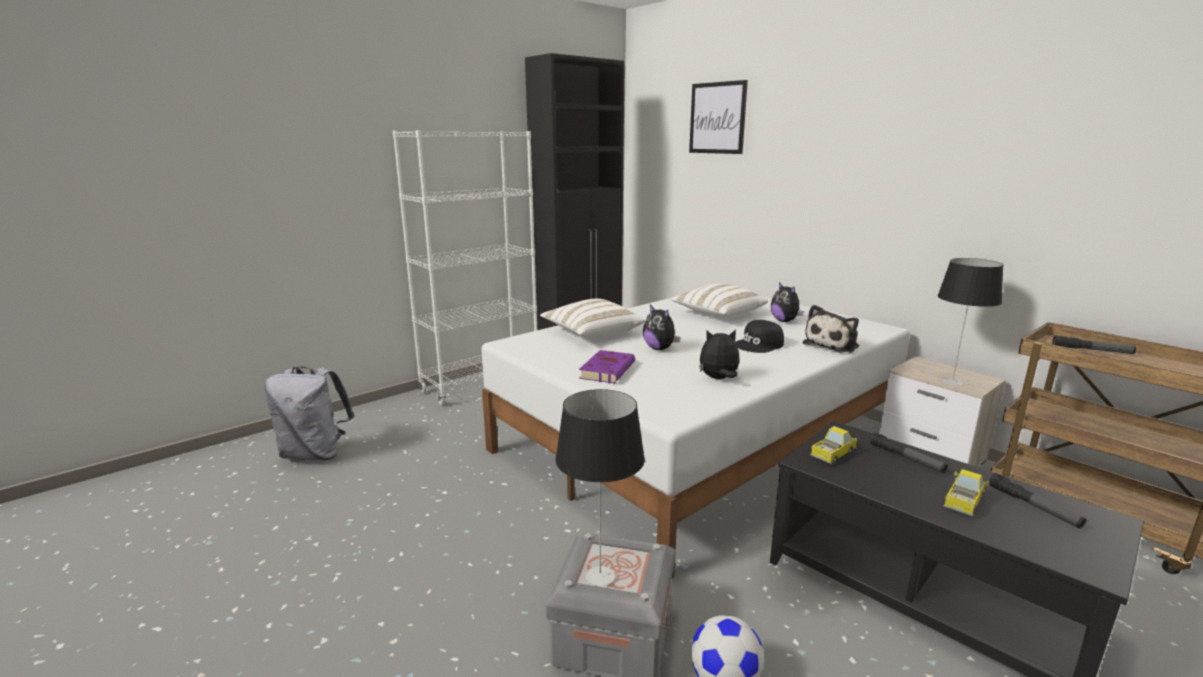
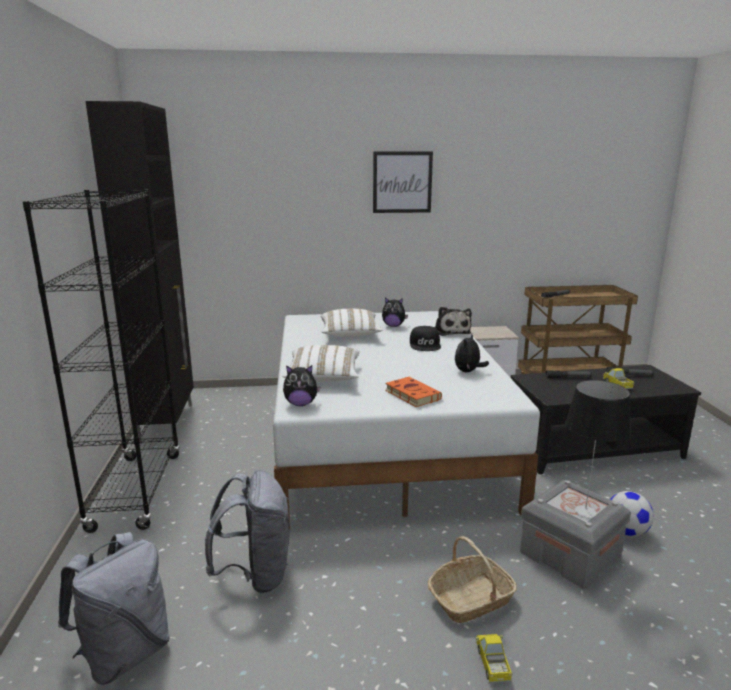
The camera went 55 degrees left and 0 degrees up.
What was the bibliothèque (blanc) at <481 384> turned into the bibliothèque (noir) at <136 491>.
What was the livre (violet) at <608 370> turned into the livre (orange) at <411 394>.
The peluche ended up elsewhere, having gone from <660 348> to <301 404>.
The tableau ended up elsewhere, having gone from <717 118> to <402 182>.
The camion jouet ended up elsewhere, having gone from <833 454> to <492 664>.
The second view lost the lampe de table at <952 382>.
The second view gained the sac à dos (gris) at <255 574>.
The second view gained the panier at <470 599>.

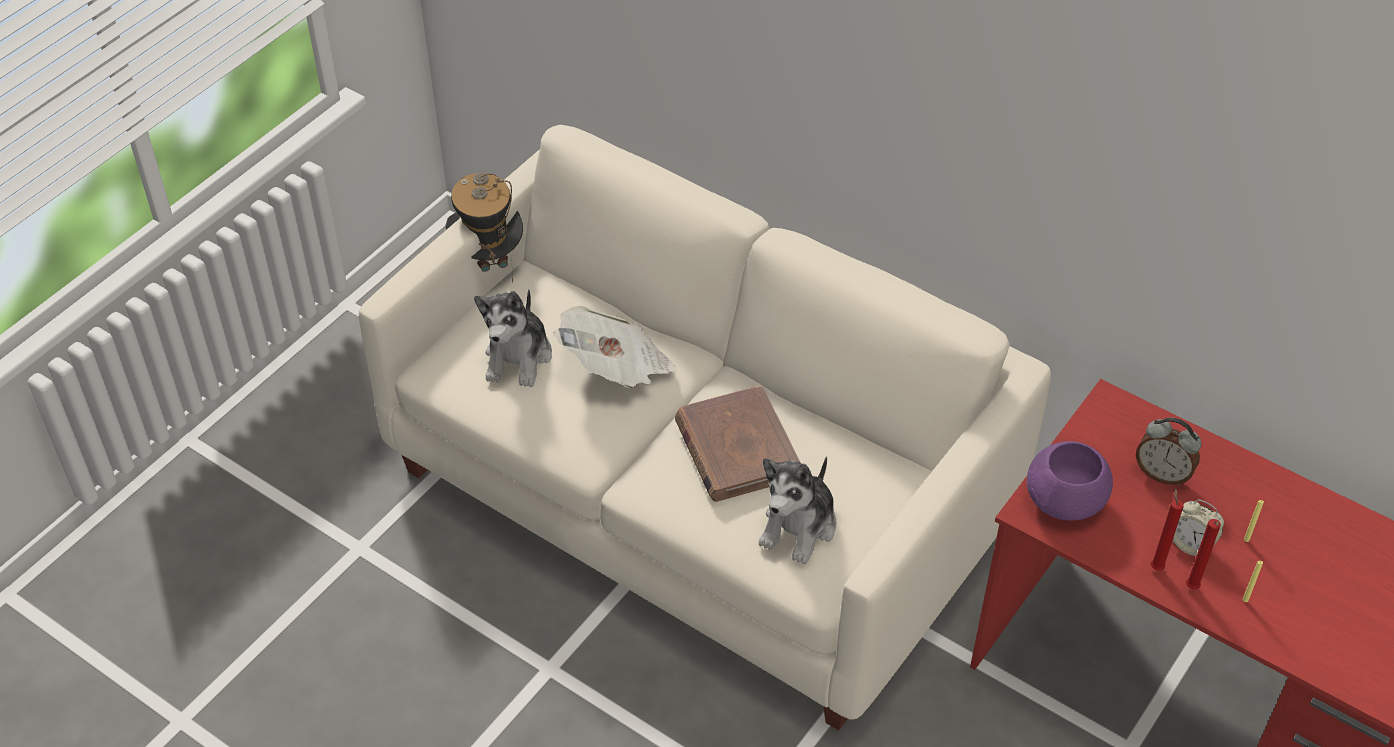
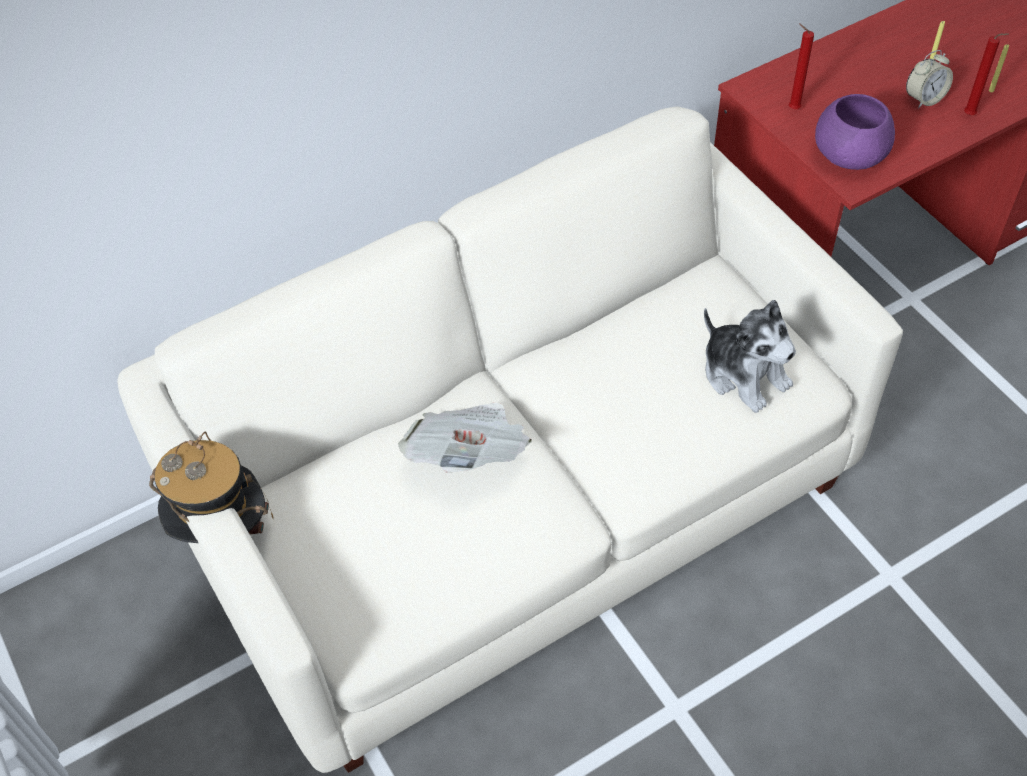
The camera went 65 degrees left and 5 degrees up.
The second view lost the peluche at <518 357>.
The second view lost the livre (marron) at <736 448>.
The second view lost the réveil at <1162 473>.
The bougie (rouge) ended up elsewhere, having gone from <1156 566> to <792 108>.

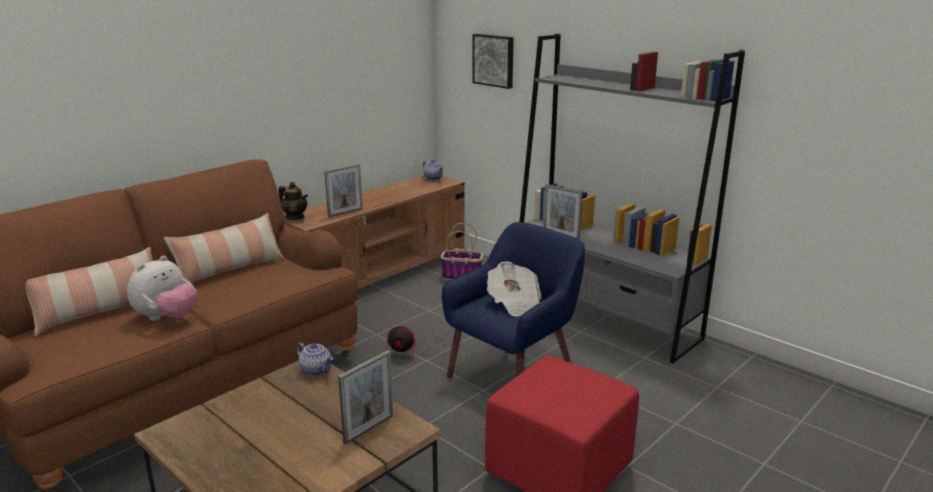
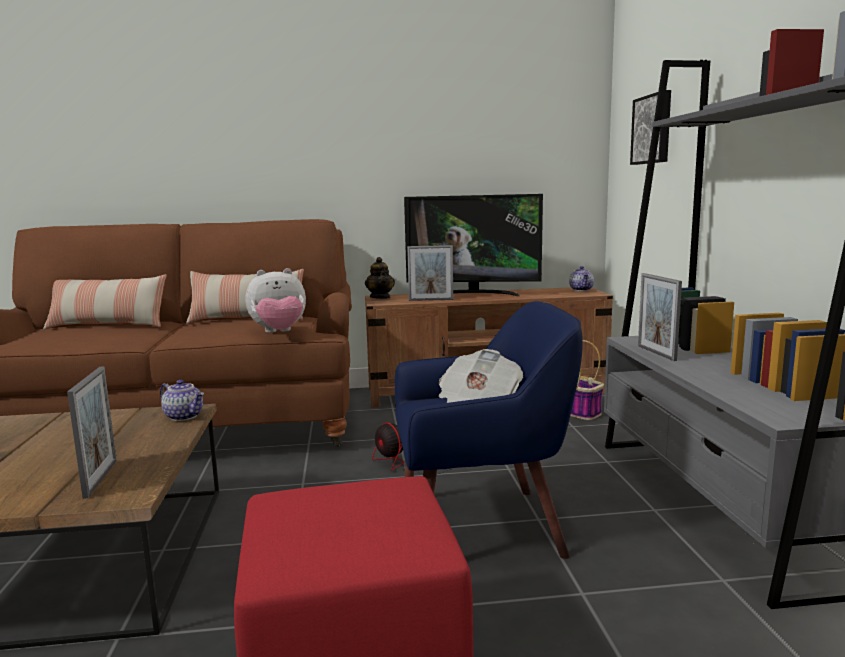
The camera went 40 degrees right and 10 degrees down.
The peluche ended up elsewhere, having gone from <167 318> to <279 332>.
The théière at <316 370> ended up facing another way, 45 degrees counterclockwise from before.
The cadre photo at <368 429> ended up facing another way, 90 degrees counterclockwise from before.
The second view gained the téléviseur at <473 294>.

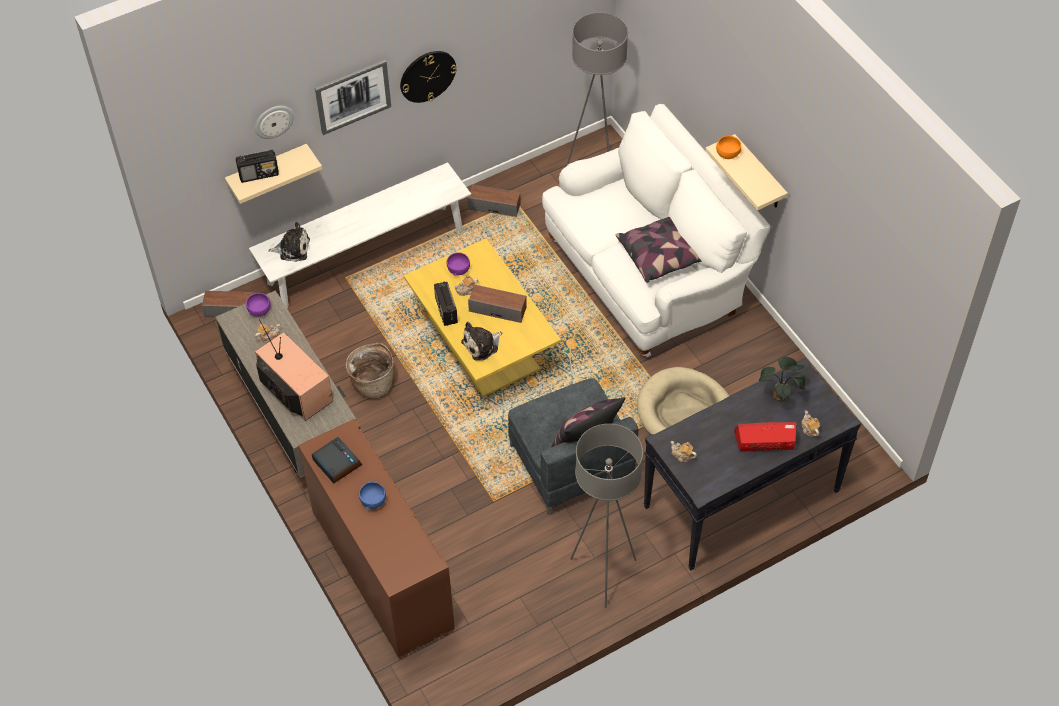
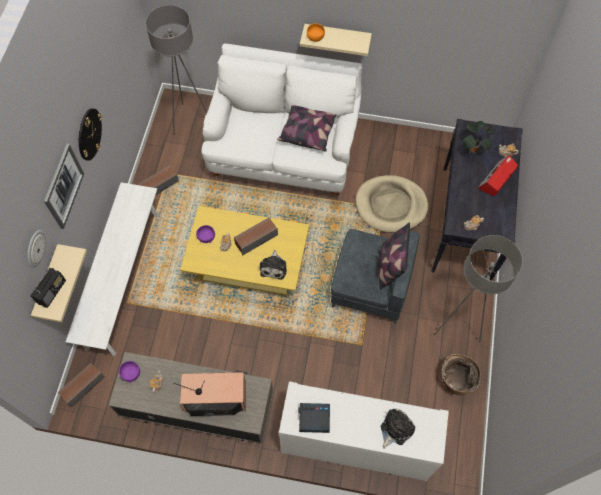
The camera went 50 degrees left and 10 degrees up.
The peluche ended up elsewhere, having gone from <292 248> to <395 429>.
What was the meuble de rangement (marron) at <382 570> turned into the meuble de rangement (blanc) at <356 443>.
The panier ended up elsewhere, having gone from <372 382> to <455 380>.
The second view lost the bol (bleu) at <373 500>.
The second view lost the radio at <446 311>.

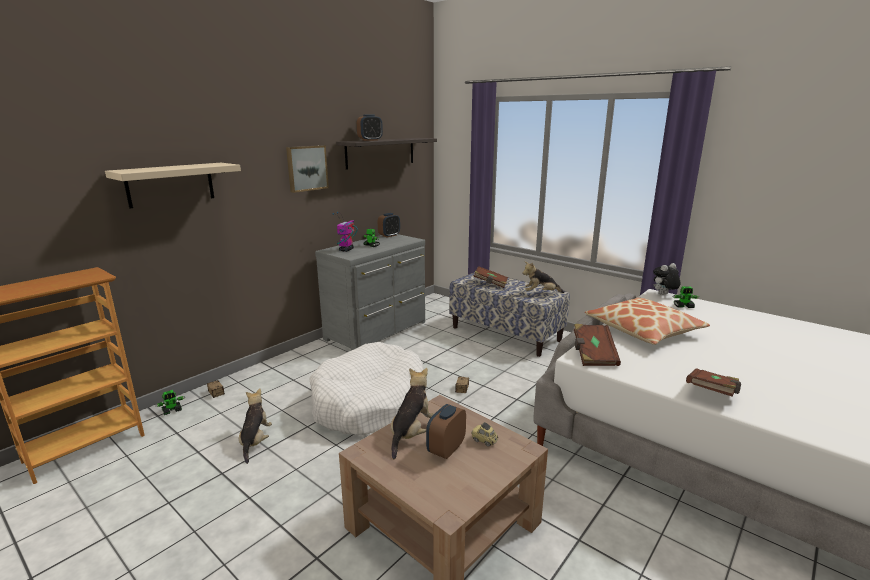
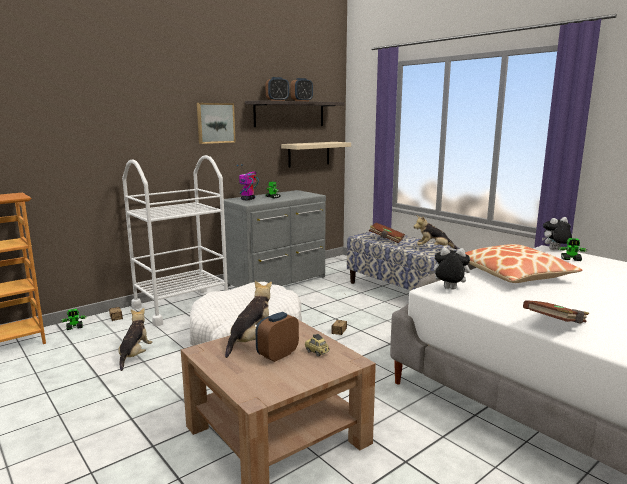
The camera went 10 degrees right and 5 degrees down.
The étagère (beige) ended up elsewhere, having gone from <170 184> to <309 154>.
The réveil ended up elsewhere, having gone from <389 235> to <302 101>.
Where the livre (marron) stood at <593 355>, the peluche came to stand at <448 289>.
The second view gained the chariot (blanc) at <181 306>.

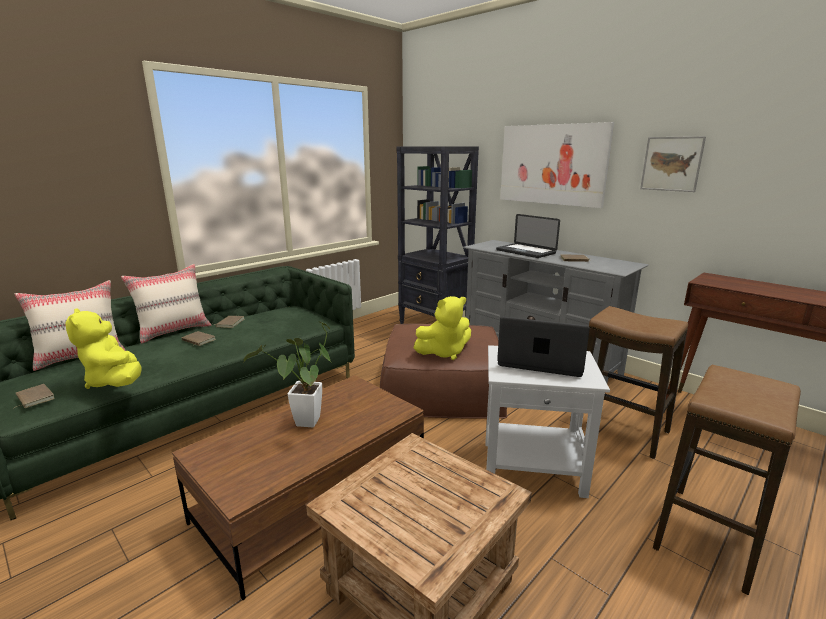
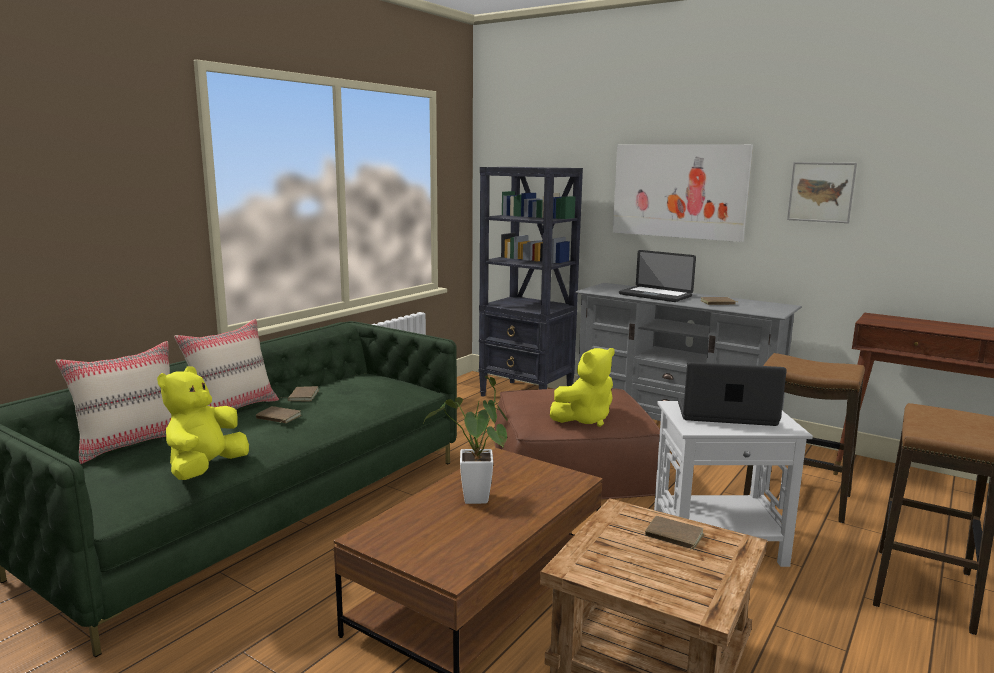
The camera went 10 degrees left and 5 degrees down.
The livre (marron) ended up elsewhere, having gone from <34 398> to <673 536>.
The peluche (jaune) at <115 382> ended up facing another way, 60 degrees clockwise from before.

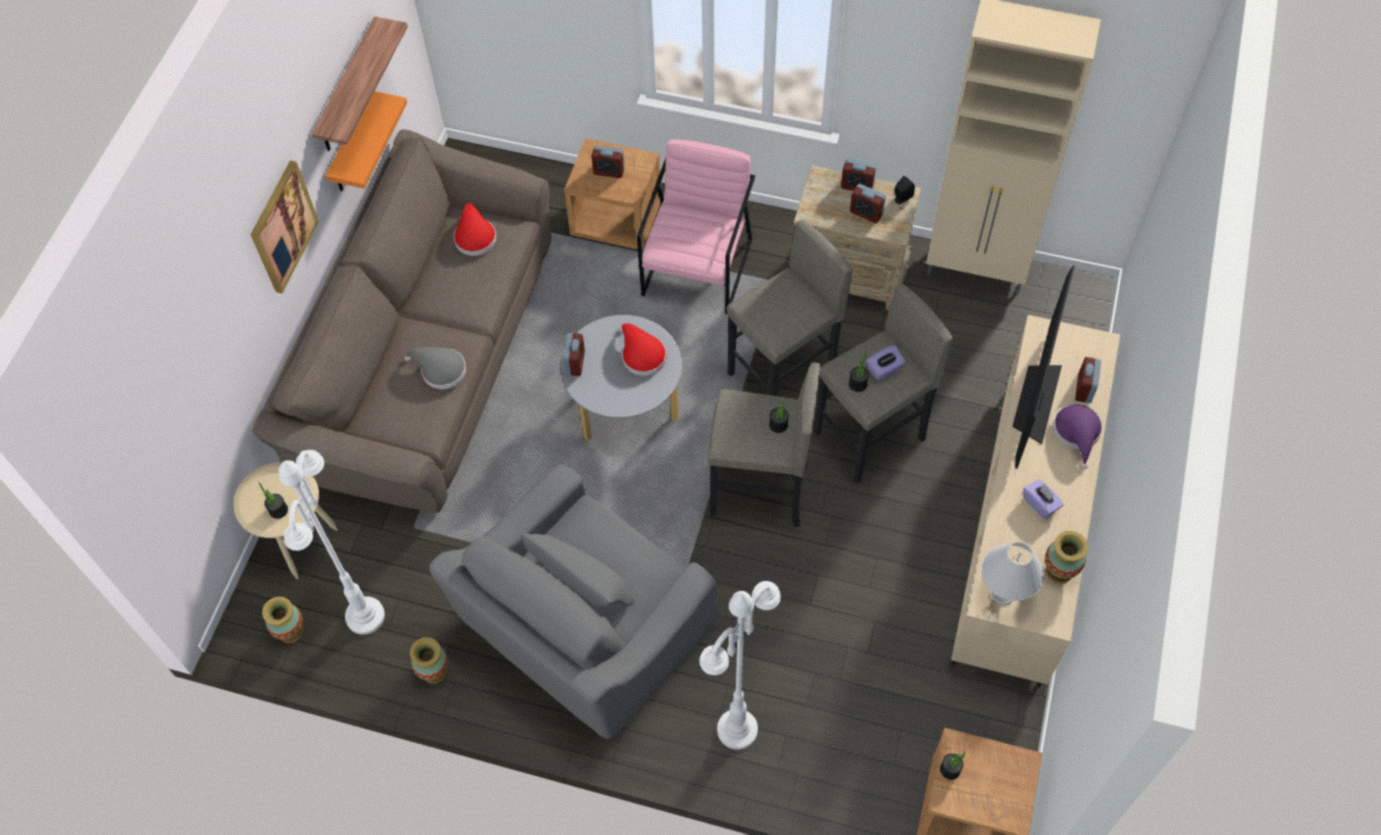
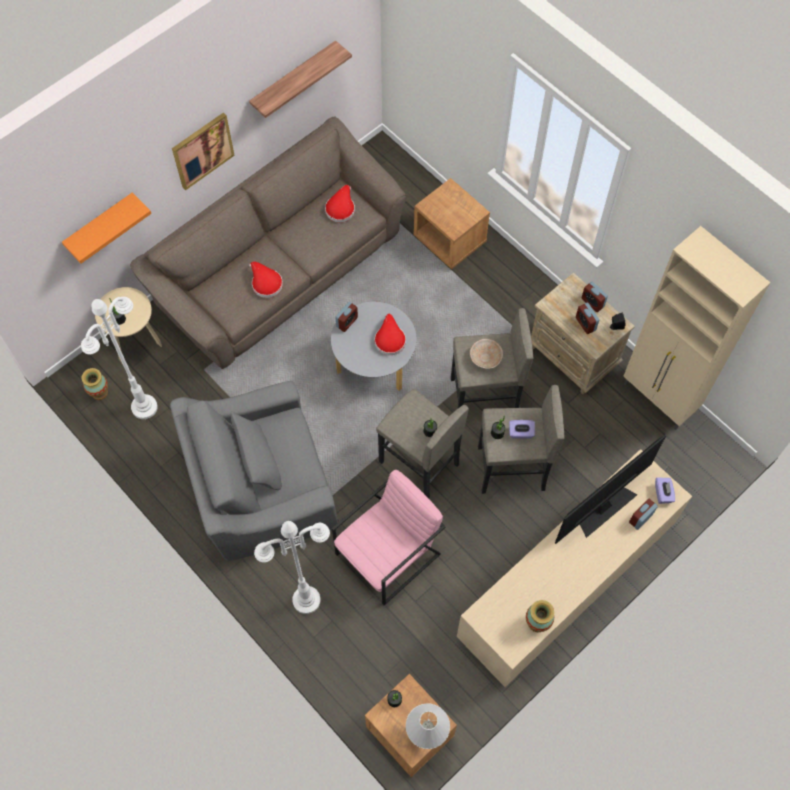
The camera went 30 degrees right and 5 degrees up.
The étagère (orange) ended up elsewhere, having gone from <352 146> to <100 225>.
What was the chapeau (gris) at <440 370> turned into the chapeau (rouge) at <265 283>.
The second view lost the vase at <434 672>.
The second view lost the réveil at <609 171>.
The fauteuil (rose) ended up elsewhere, having gone from <698 267> to <388 554>.
The lampe de table (blanc) ended up elsewhere, having gone from <1003 595> to <427 733>.
The boîte à mouchoirs (violet) ended up elsewhere, having gone from <1040 504> to <663 493>.
The second view lost the chapeau (violet) at <1077 433>.
The second view gained the bol (beige) at <485 357>.

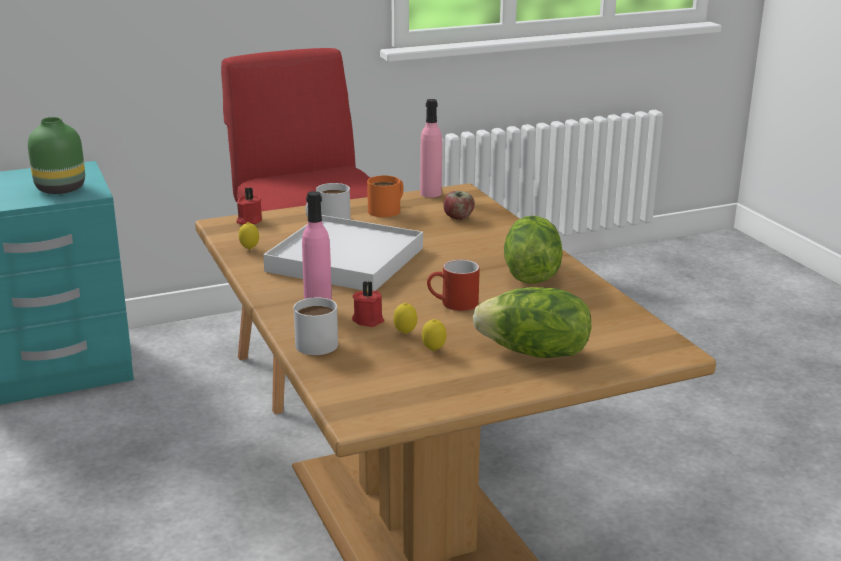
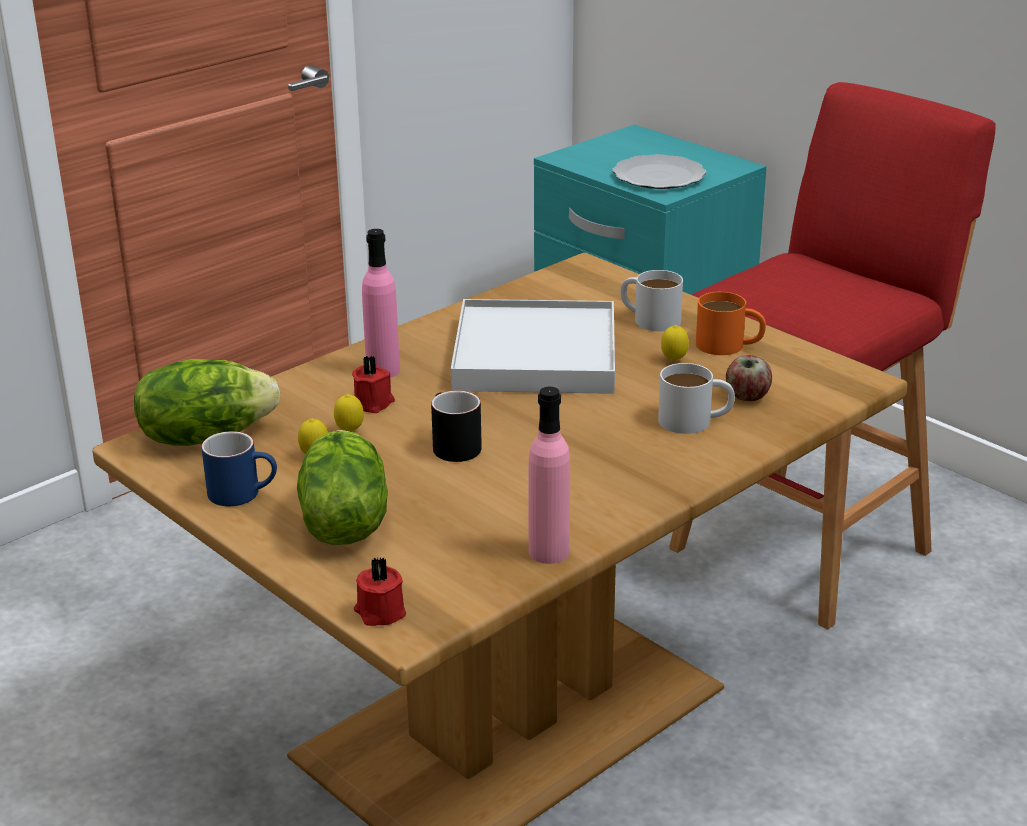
The camera went 70 degrees right and 5 degrees up.
Where the vase (vert) stood at <59 189>, the assiette came to stand at <659 176>.
The bougie (rouge) ended up elsewhere, having gone from <249 220> to <379 612>.
The citron ended up elsewhere, having gone from <249 249> to <674 361>.
The mug (blanc) ended up elsewhere, having gone from <321 341> to <695 420>.
The bouteille (rose) ended up elsewhere, having gone from <430 193> to <549 552>.
What was the mug (rouge) at <453 304> turned into the mug (noir) at <451 445>.
The laitue ended up elsewhere, having gone from <529 274> to <205 436>.
The second view gained the mug (bleu) at <244 493>.

